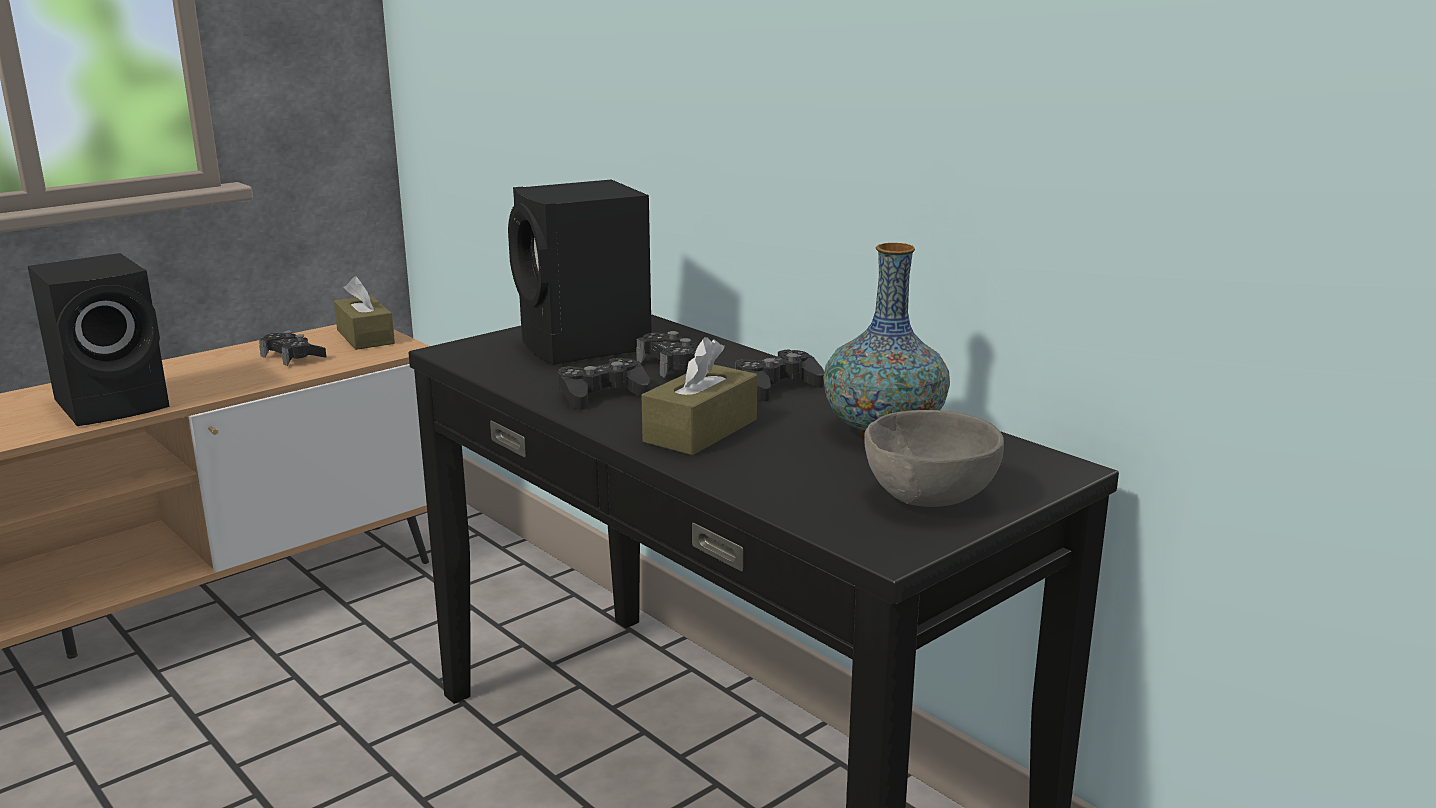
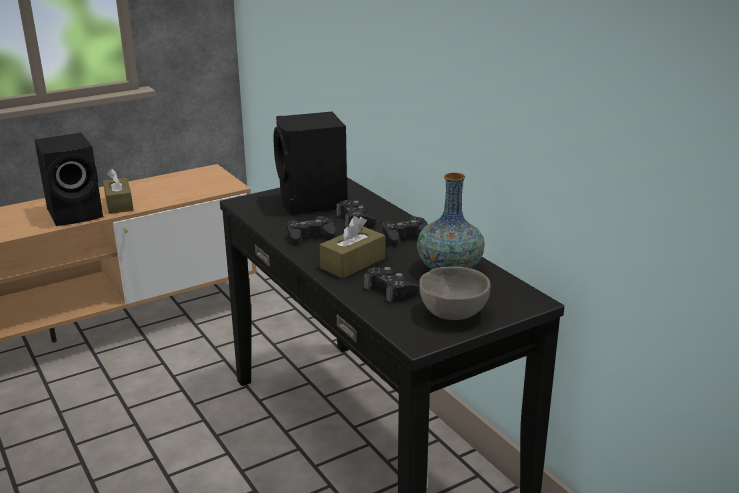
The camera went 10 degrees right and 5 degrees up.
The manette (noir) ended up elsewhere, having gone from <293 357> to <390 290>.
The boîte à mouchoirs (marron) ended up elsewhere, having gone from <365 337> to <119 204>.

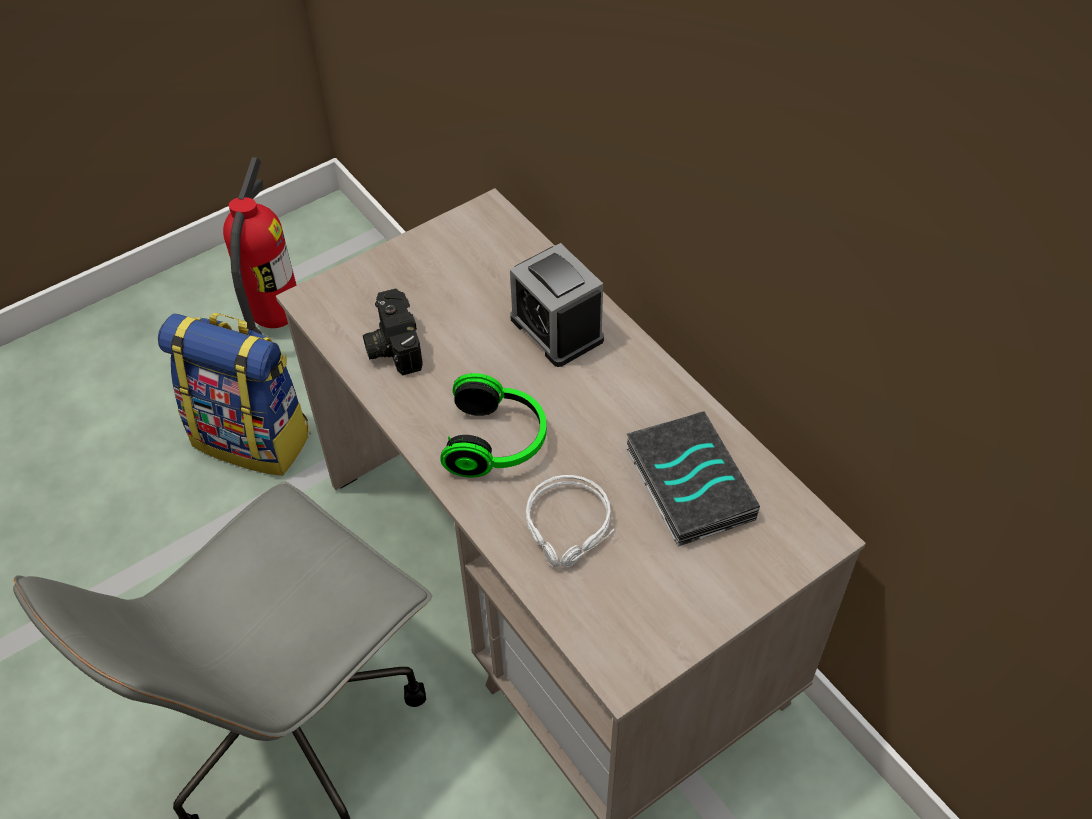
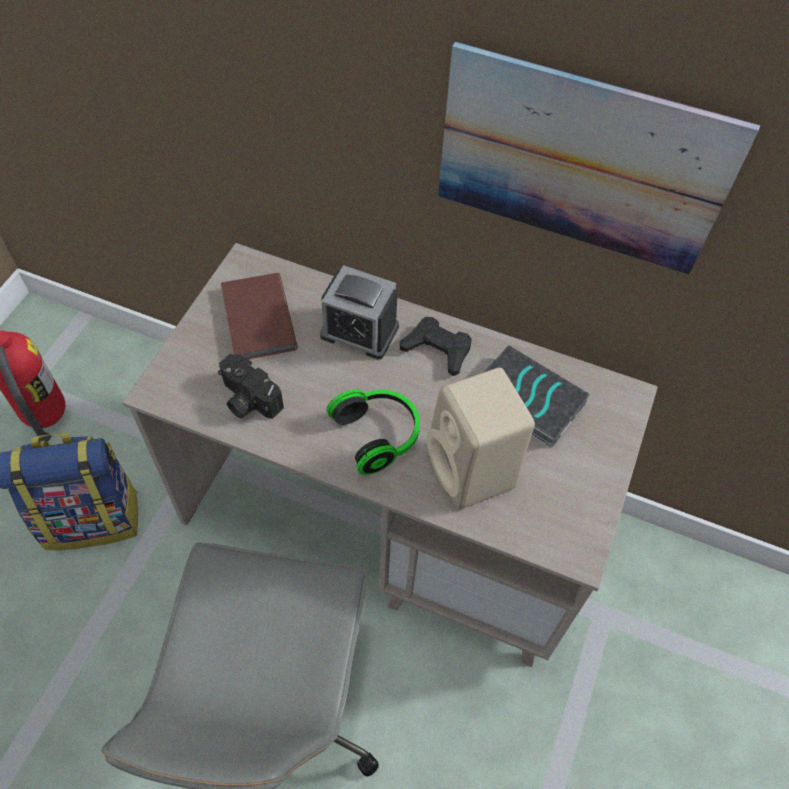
The camera went 35 degrees left and 5 degrees up.
Where the casque audio (gris) stood at <570 528>, the enceinte (beige) came to stand at <473 472>.
The second view gained the livre (marron) at <256 320>.
The second view gained the manette (noir) at <437 349>.
The second view gained the tableau at <580 162>.

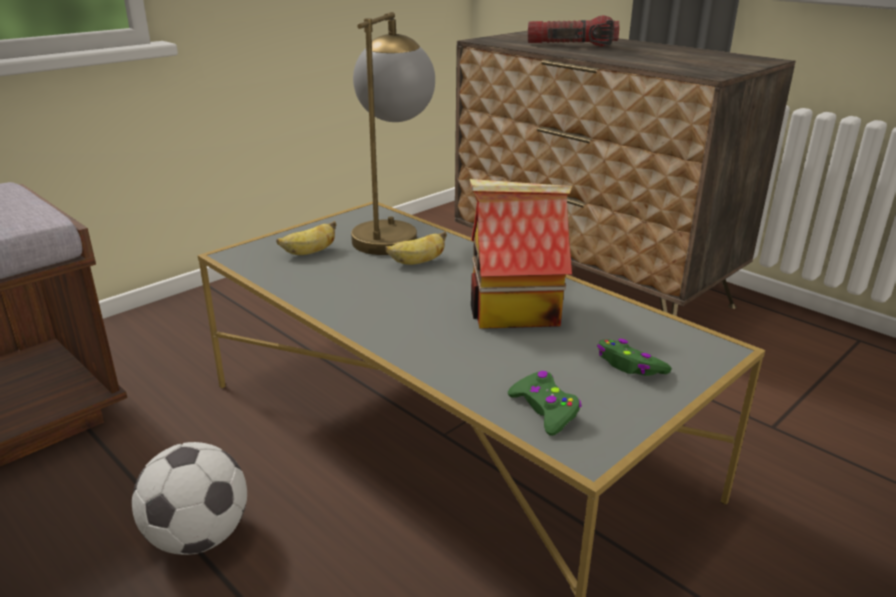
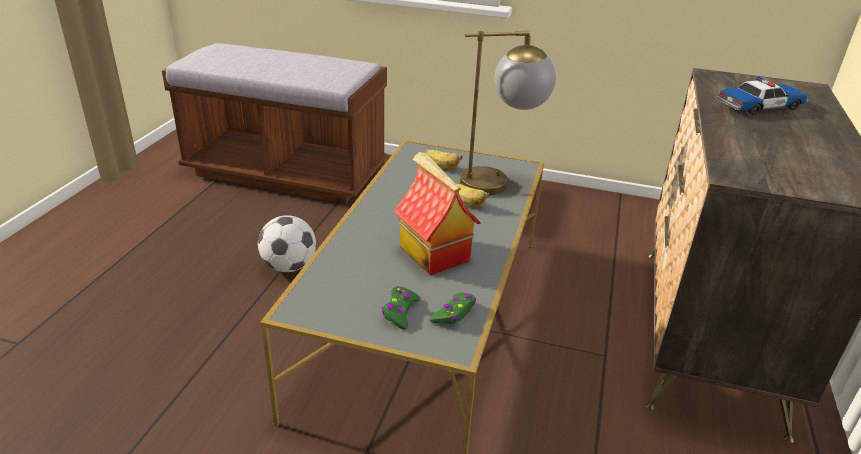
The camera went 60 degrees right and 5 degrees up.
The manette (vert) ended up elsewhere, having gone from <545 410> to <454 313>.
Where the lampe de poche stood at <571 45>, the petite voiture came to stand at <760 107>.

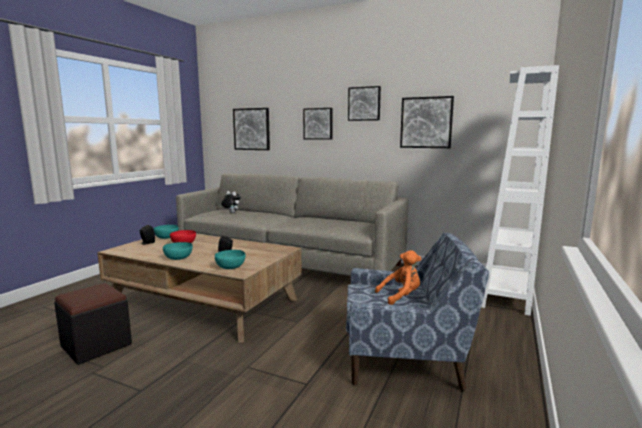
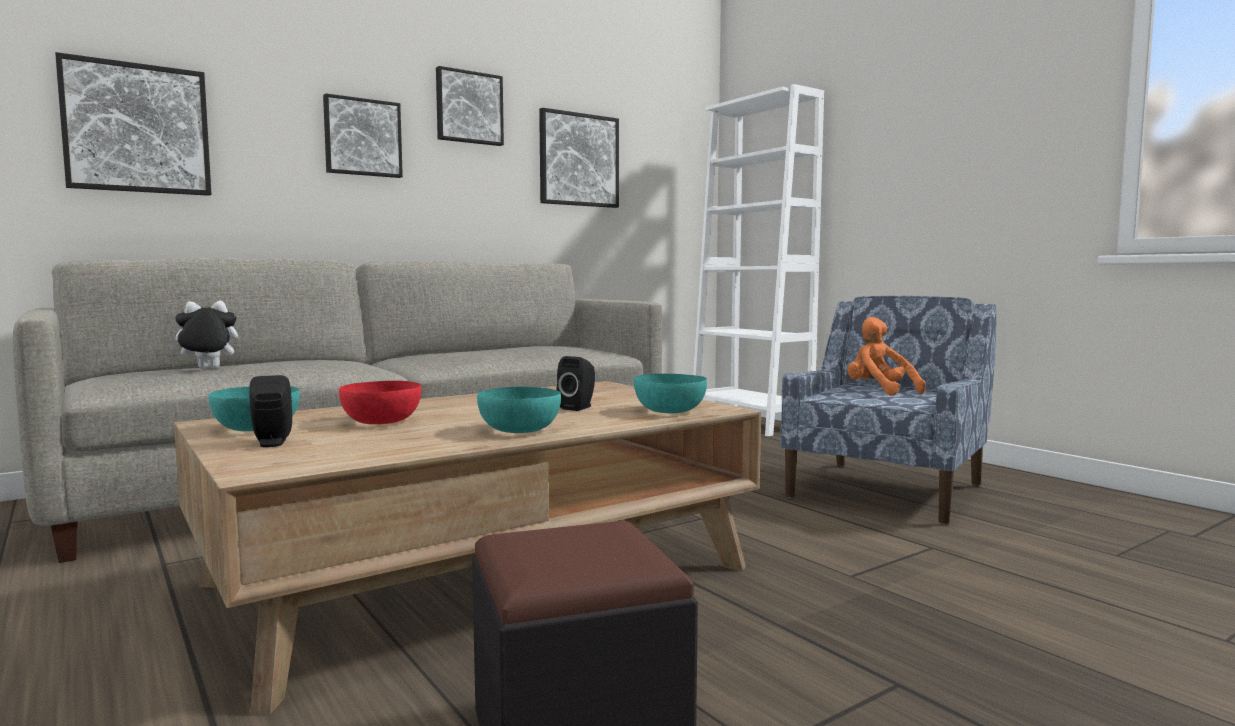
The camera went 60 degrees left and 5 degrees down.
The peluche (orange) at <401 296> ended up facing another way, 45 degrees counterclockwise from before.

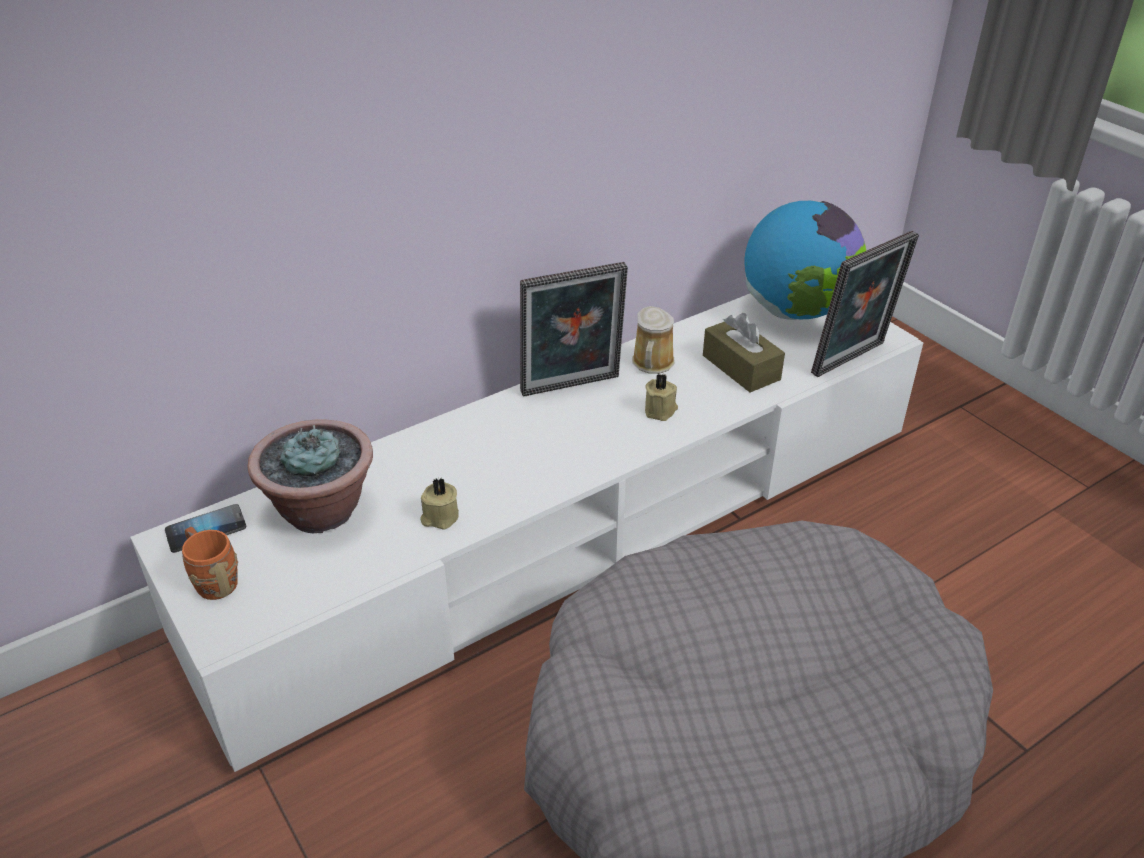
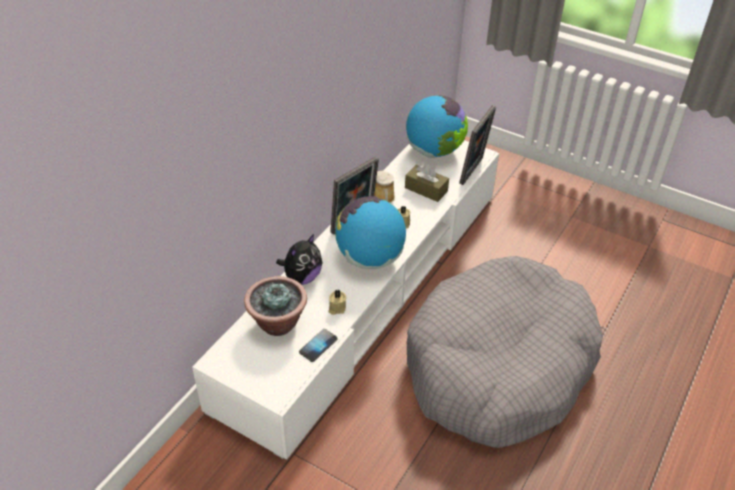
The camera went 25 degrees left and 5 degrees up.
The téléphone ended up elsewhere, having gone from <206 530> to <318 346>.
The second view lost the mug (orange) at <213 579>.
The second view gained the peluche at <302 277>.
The second view gained the globe at <370 258>.

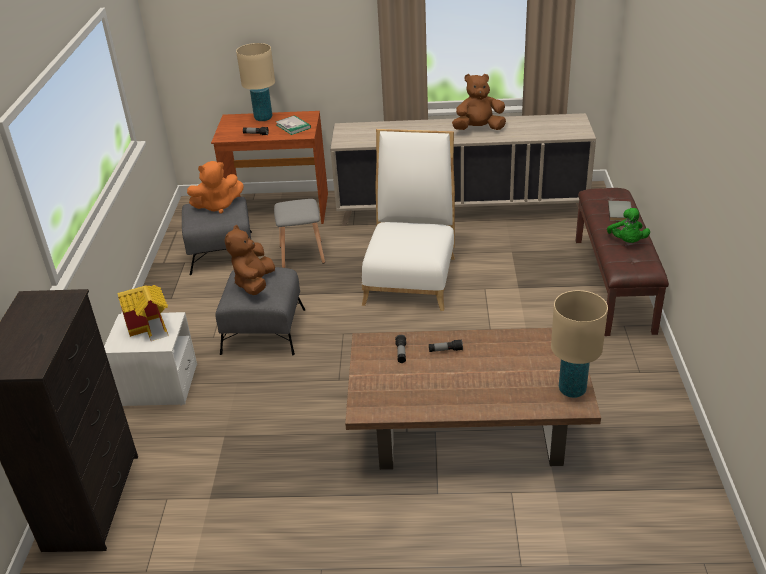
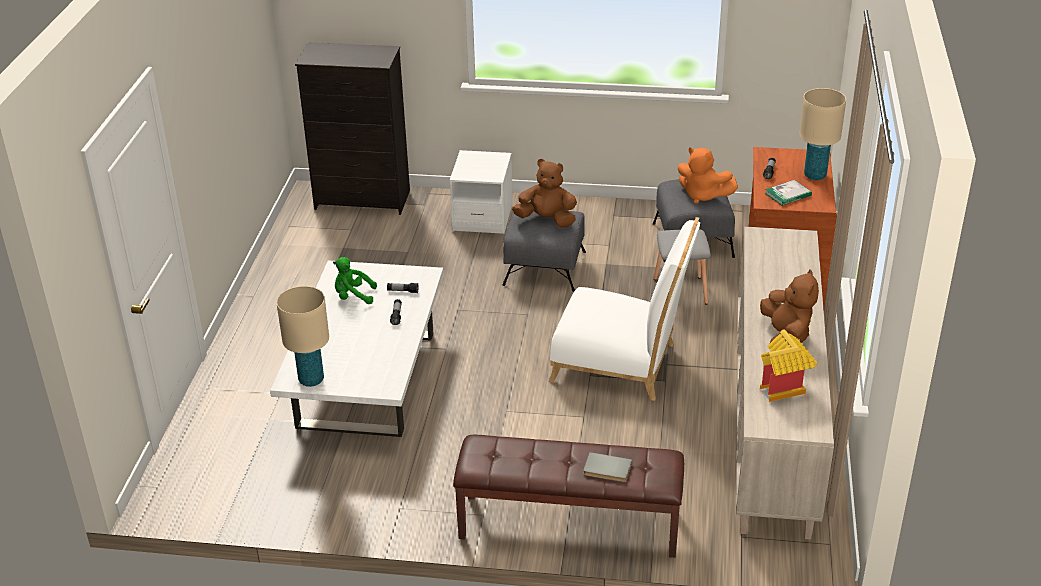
The camera went 95 degrees right and 0 degrees up.
The maison miniature ended up elsewhere, having gone from <152 328> to <784 388>.
The peluche (orange) at <217 206> ended up facing another way, 45 degrees counterclockwise from before.
What was the table basse (marron) at <466 427> turned into the table basse (blanc) at <366 378>.
The peluche (vert) ended up elsewhere, having gone from <627 242> to <353 296>.

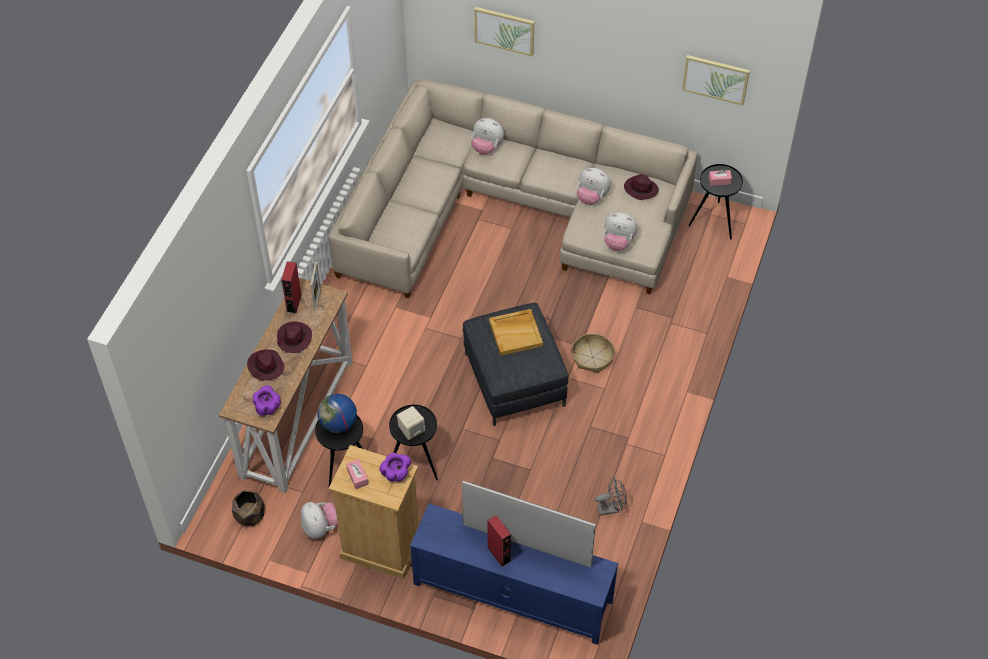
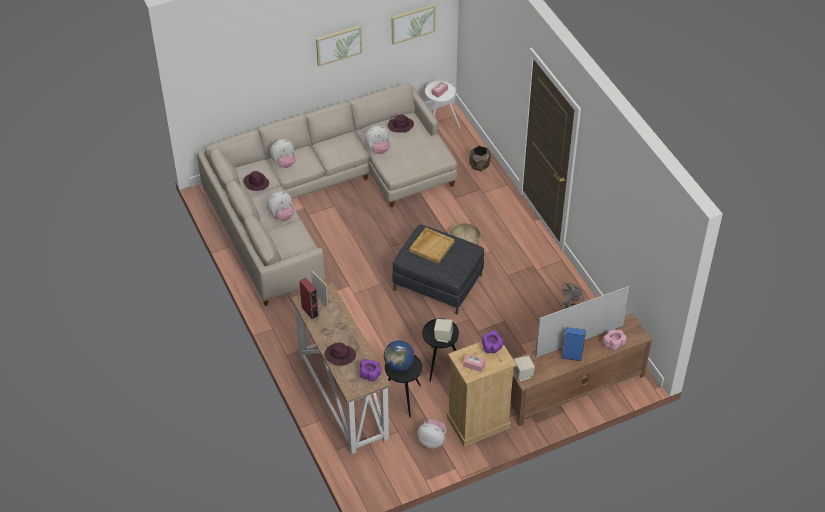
The camera went 45 degrees left and 5 degrees down.
The cache-pot (marron) ended up elsewhere, having gone from <249 516> to <479 166>.
The chapeau (violet) ended up elsewhere, having gone from <294 338> to <256 183>.
What was the meuble télé (bleu) at <512 592> turned into the meuble télé (marron) at <573 387>.
The tableau ended up elsewhere, having gone from <504 30> to <338 45>.
What was the enceinte (rouge) at <499 554> turned into the enceinte (bleu) at <572 356>.
The peluche ended up elsewhere, having gone from <618 242> to <282 215>.
What was the table d'appoint (noir) at <714 221> turned into the table d'appoint (blanc) at <440 124>.
The second view gained the enceinte (beige) at <523 374>.
The second view gained the bol (rose) at <613 344>.

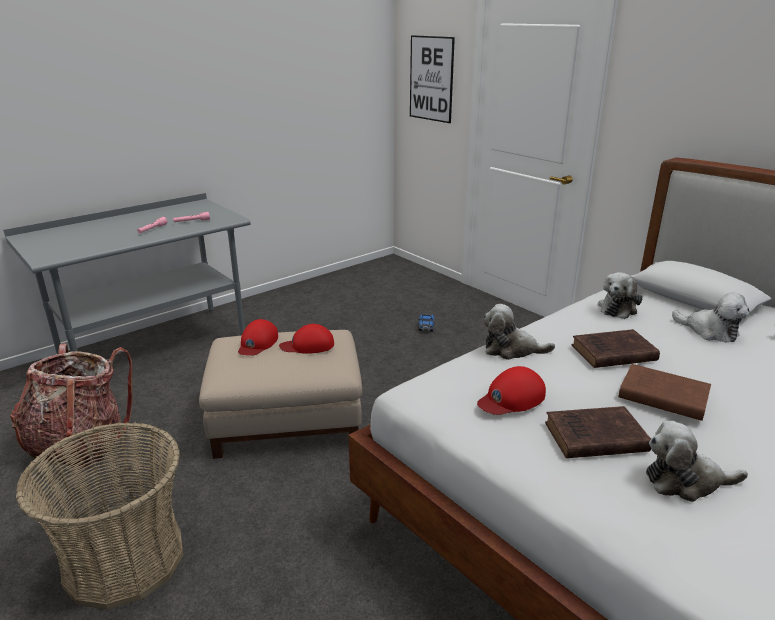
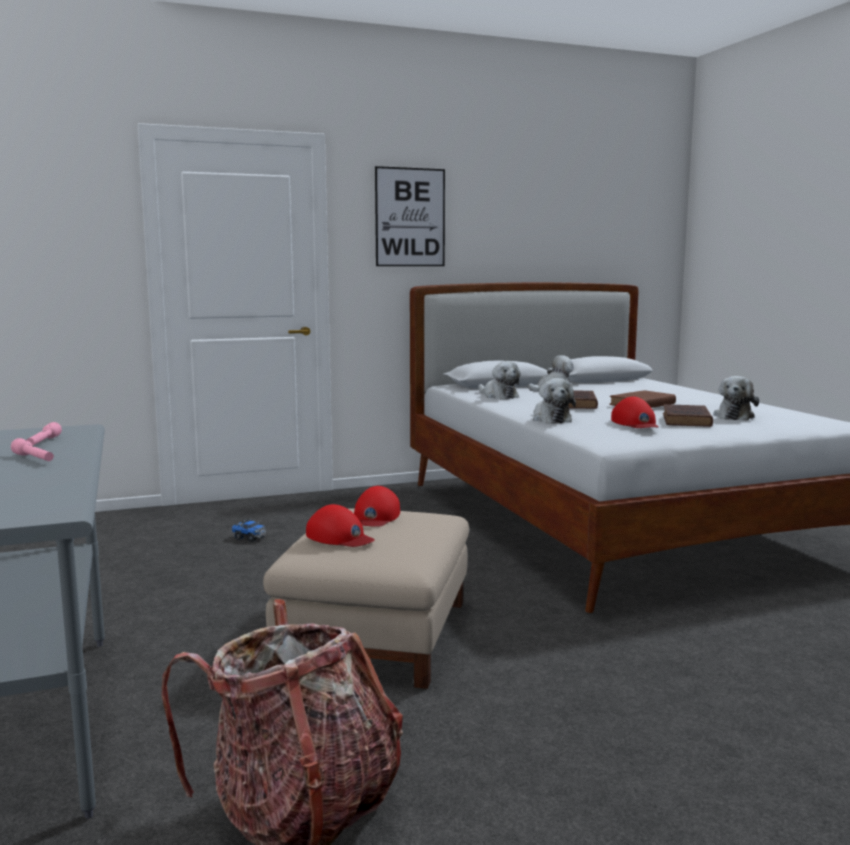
The camera went 70 degrees left and 15 degrees down.
The second view lost the panier at <124 559>.
The tableau ended up elsewhere, having gone from <431 79> to <410 217>.
The peluche at <511 349> ended up facing another way, 45 degrees counterclockwise from before.

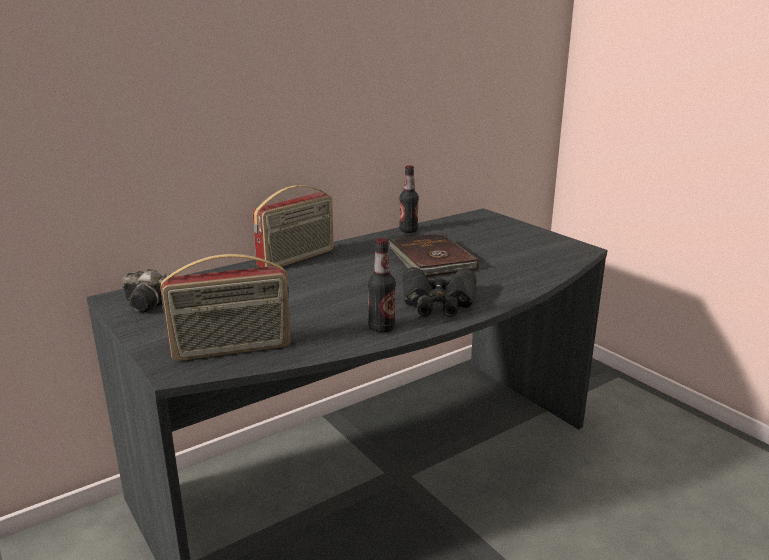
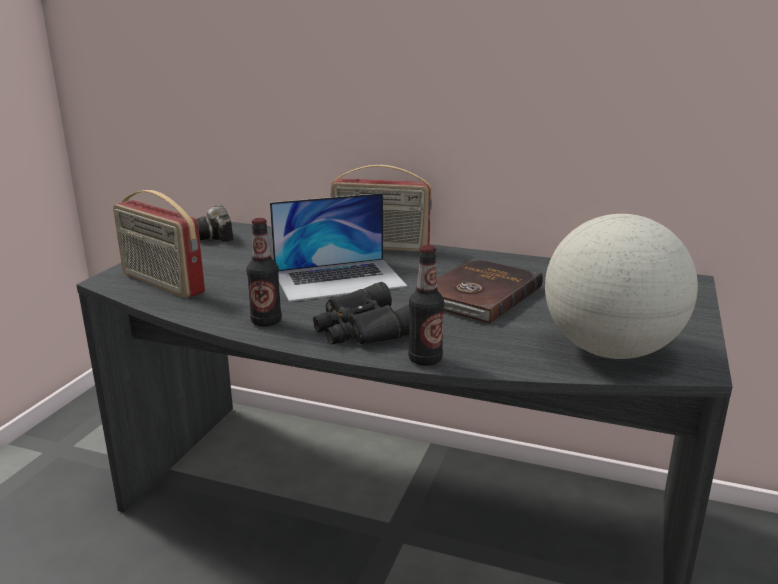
The camera went 55 degrees right and 0 degrees up.
The bouteille ended up elsewhere, having gone from <408 230> to <425 359>.
The second view gained the ordinateur portable at <339 279>.
The second view gained the globe at <610 350>.

